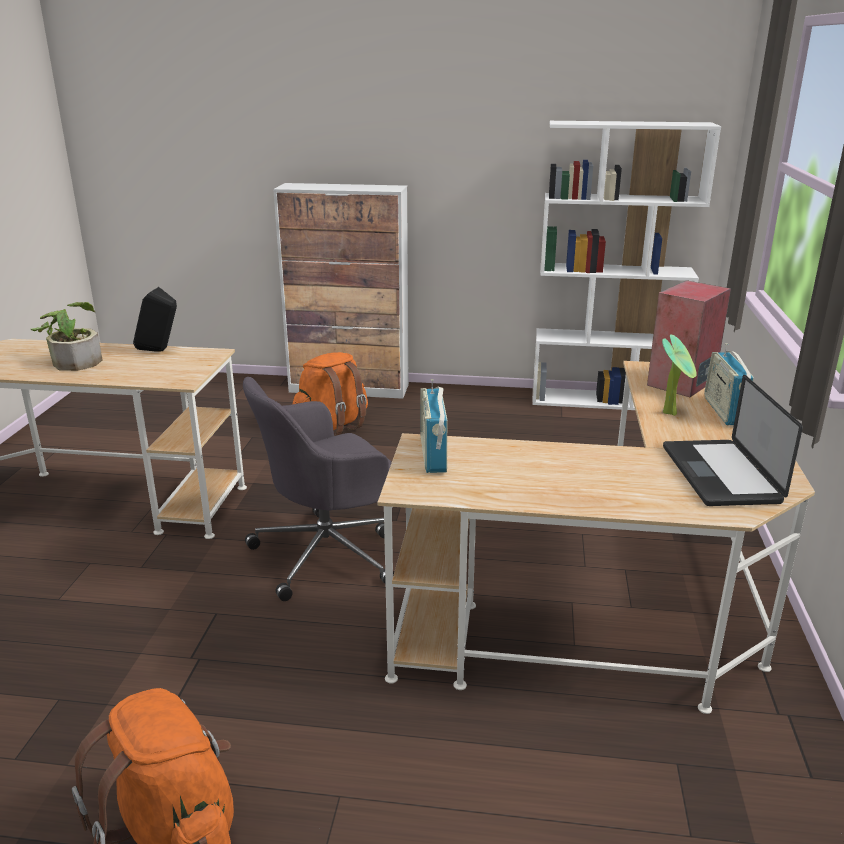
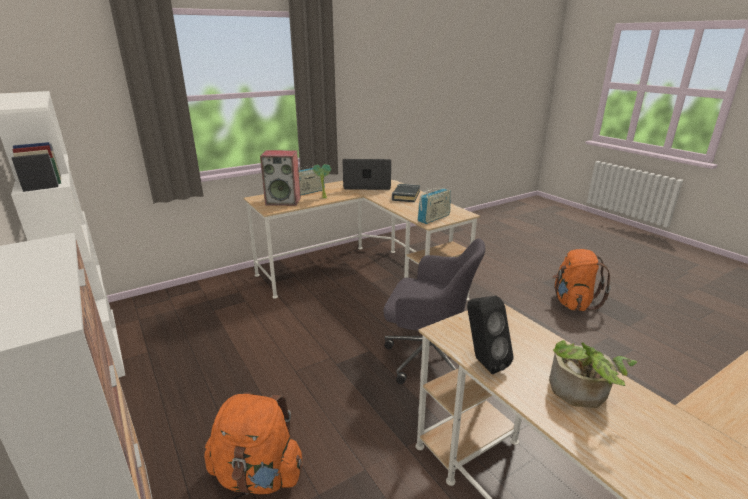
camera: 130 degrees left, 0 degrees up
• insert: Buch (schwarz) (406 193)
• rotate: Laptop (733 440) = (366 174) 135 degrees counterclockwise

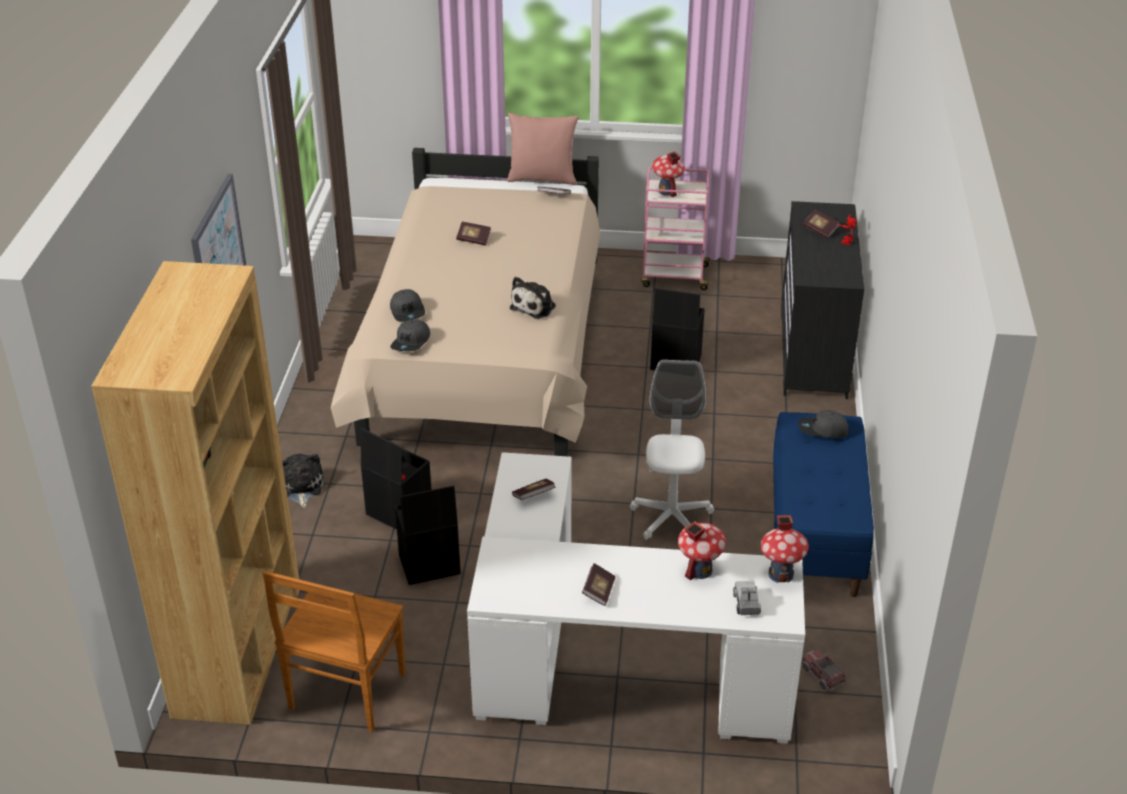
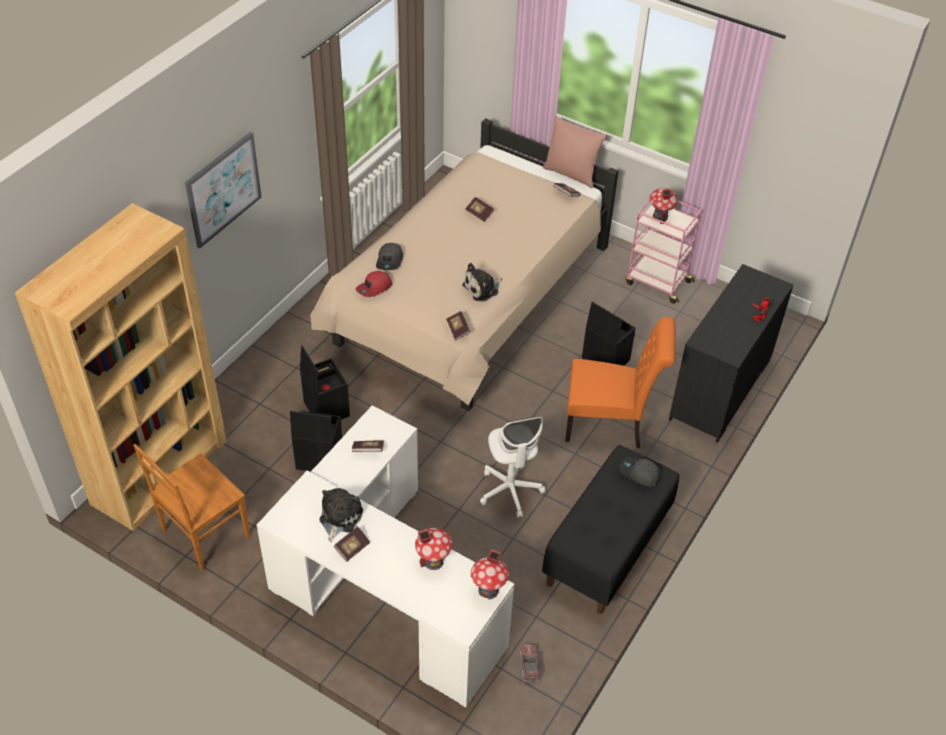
camera: 25 degrees right, 10 degrees up
• delete: Spielzeuglaster (747 598)
• insert: Stuhl (orange) (620 382)
• move: Plüschtier (302 481) to (341 515)
• move: Buch (821 224) to (458 325)
• recolor: Kappe (grau) (410 335) to Kappe (rot) (374 284)
• recolor: Bank (blau) (823 504) to Bank (schwarz) (610 529)
• rotate: Bürostuhl (weiß) (672 450) = (512 467) 135 degrees clockwise

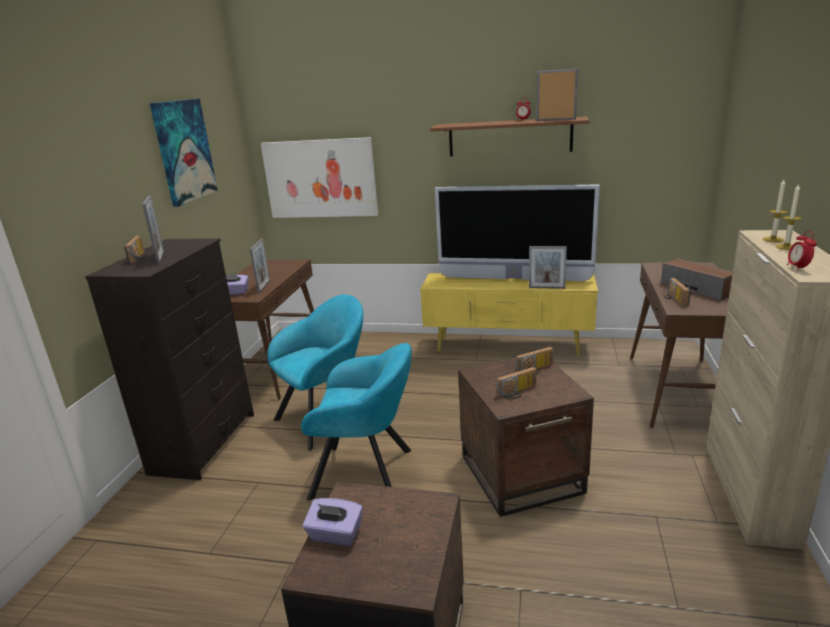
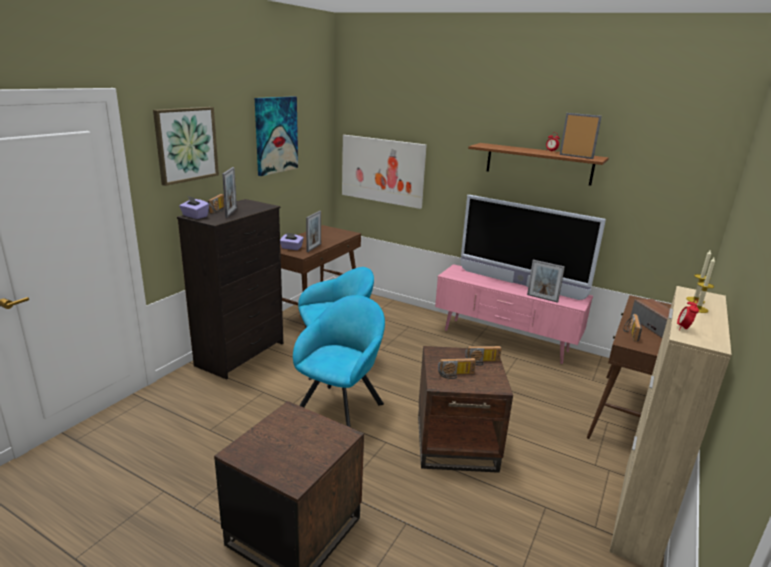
camera: 15 degrees right, 0 degrees up
• insert: Bild (186 146)
• move: Taschentuchbox (lila) (333 522) to (194 207)
• recolor: Fernsehschrank (gelb) (509 314) to Fernsehschrank (rosa) (514 314)
• rotate: Sessel (türkis) (356 421) = (339 361) 90 degrees counterclockwise

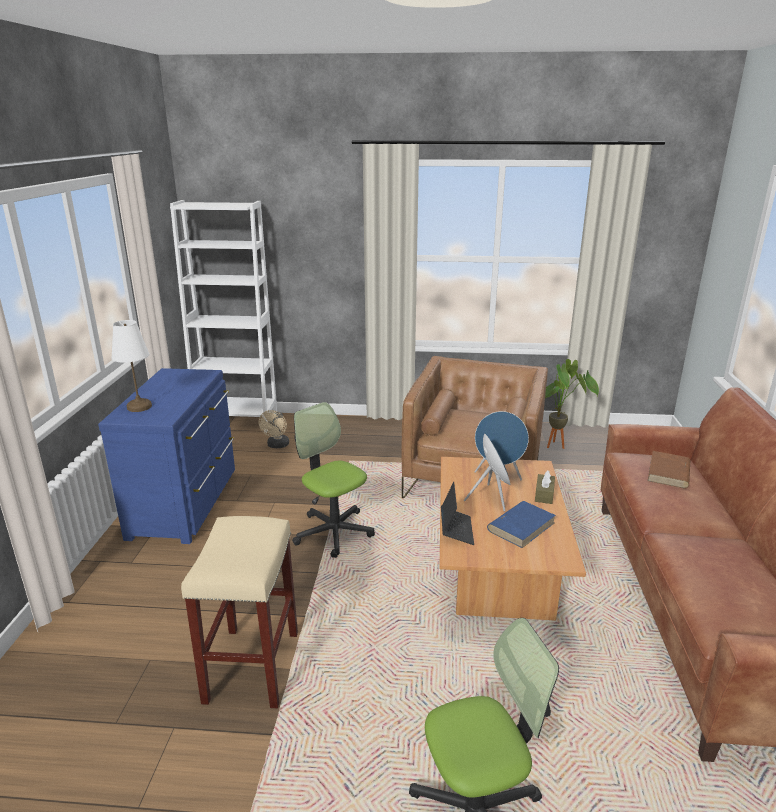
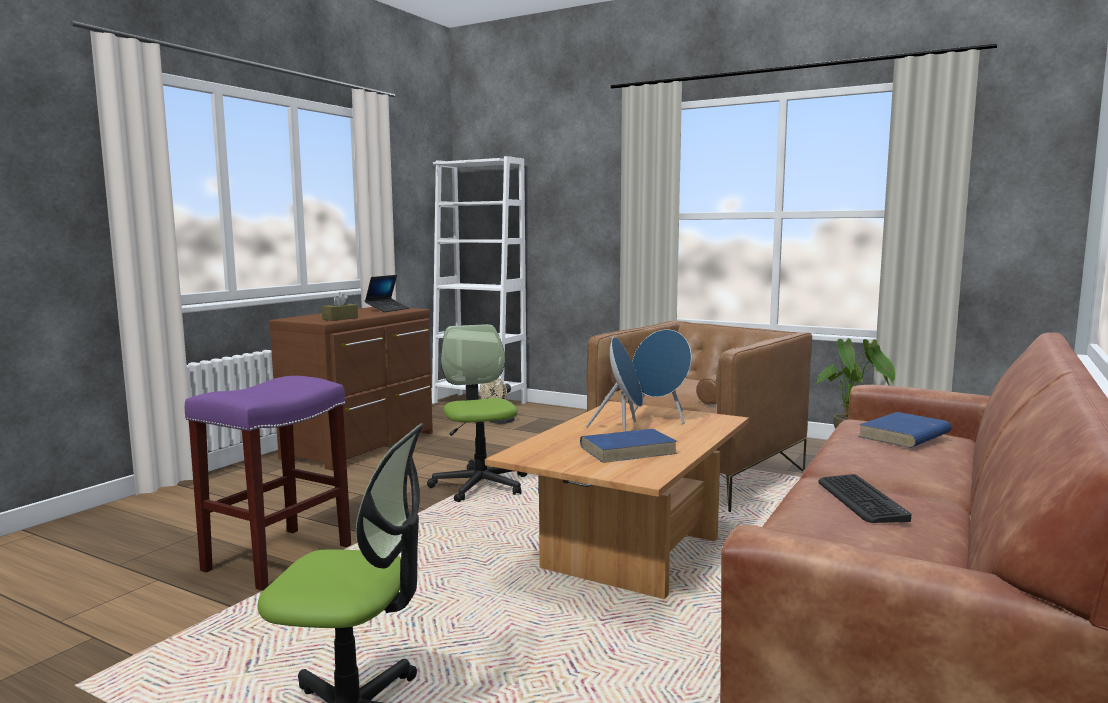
camera: 25 degrees right, 15 degrees down
• delete: Tischlampe (weiß) (131 366)
• insert: Tastatur (864 498)
• move: Laptop (457 513) to (387 293)
• move: Taschentuchbox (braun) (545 487) to (340 306)
• recolor: Kommode (blau) (166 456) to Kommode (braun) (351 388)
• recolor: Hocker (beige) (239 612) to Hocker (lila) (268 483)
• recolor: Buch (braun) (669 470) to Buch (blau) (905 430)

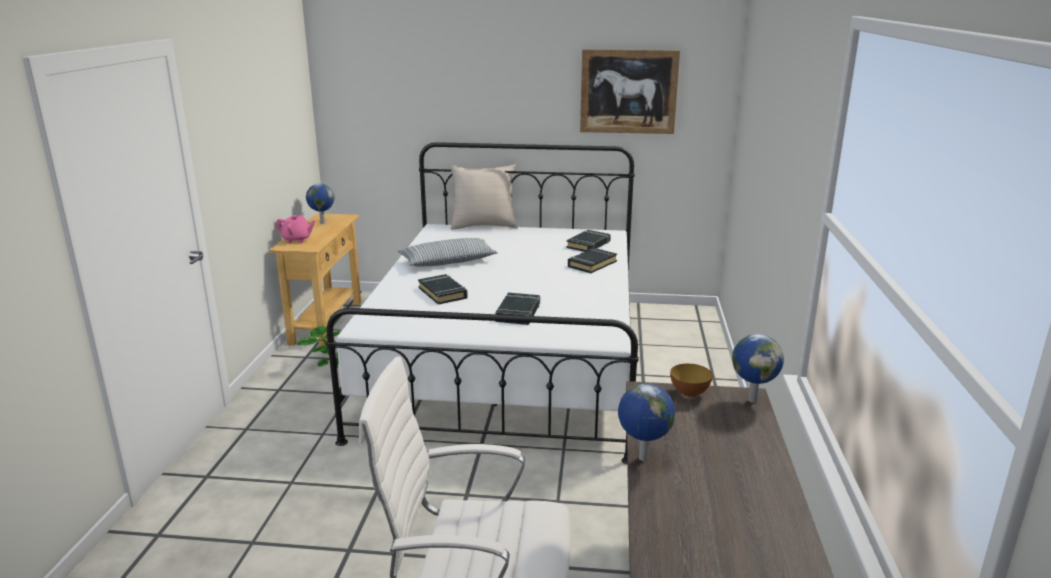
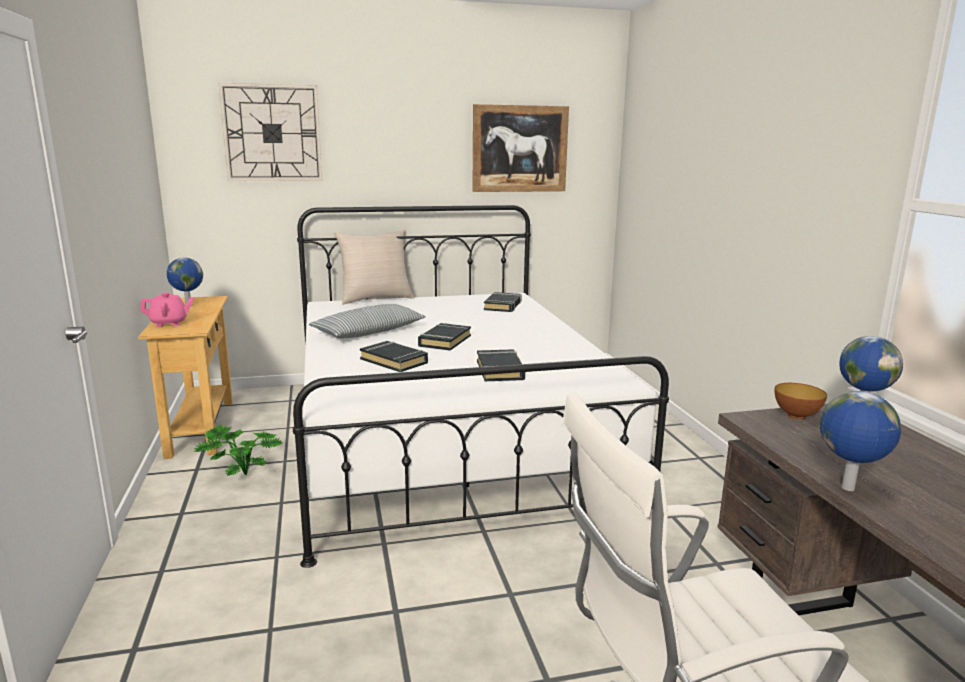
camera: 20 degrees left, 5 degrees down
• insert: Wanduhr (270 132)
• move: Buch (schwarz) (592 260) to (444 336)

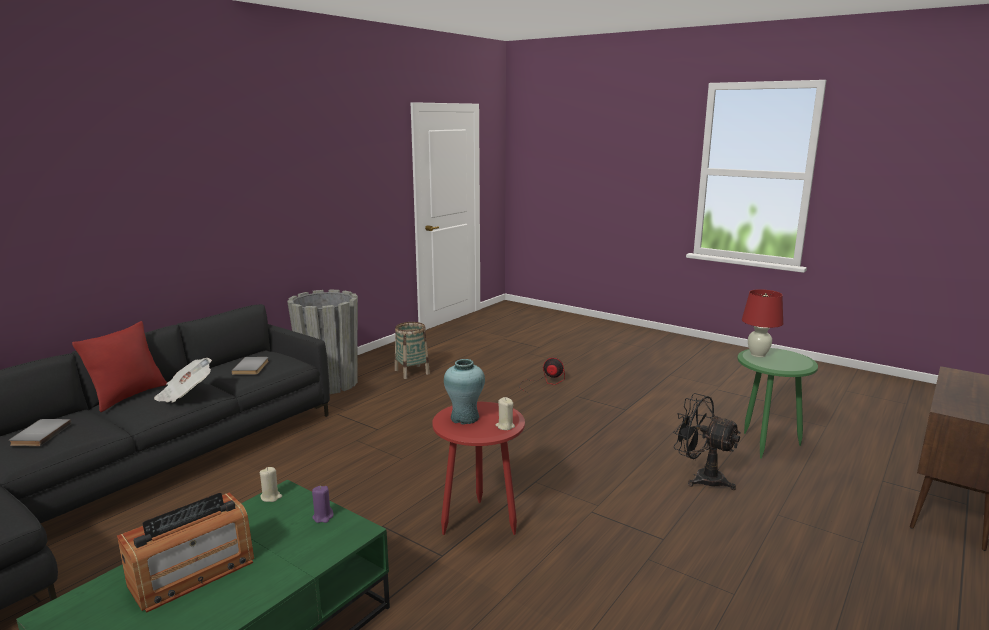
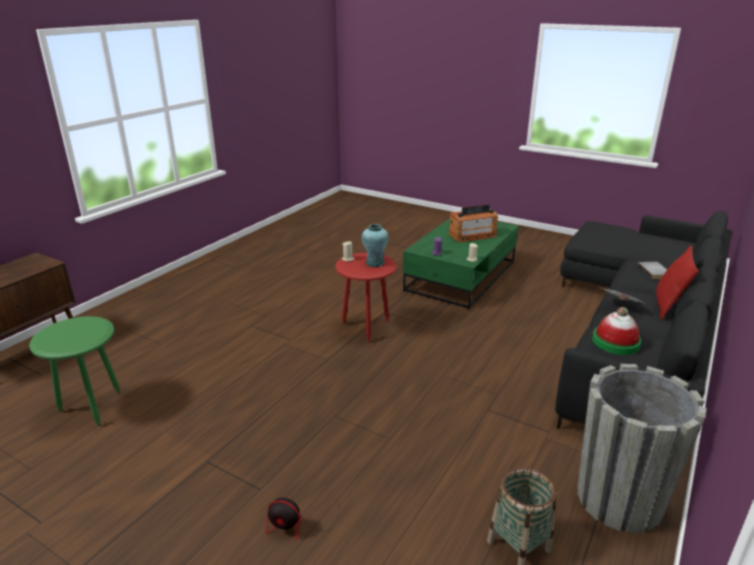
camera: 175 degrees right, 10 degrees up
• delete: Ventilator (schwarz) (707 441)
• delete: Tischlampe (rot) (762 323)
• replace: Buch (grau) (250 366) to Hut (616 331)
• rotate: Radio (185 552) = (473 224) 150 degrees counterclockwise

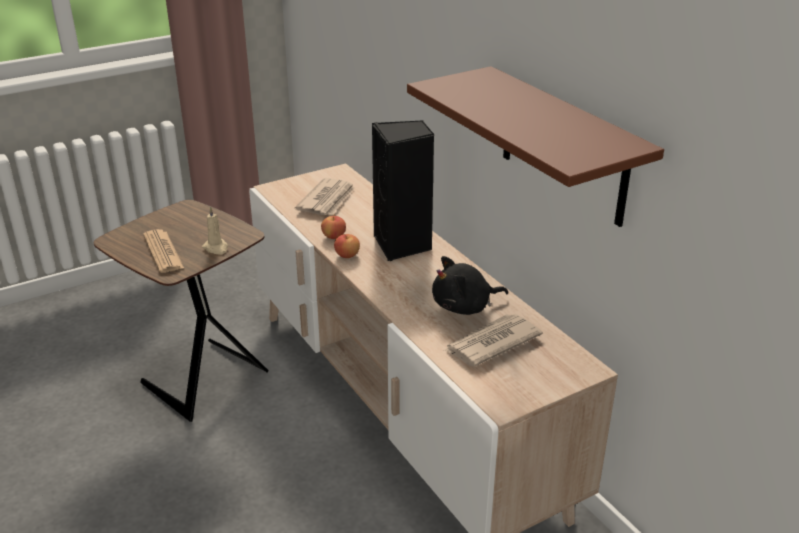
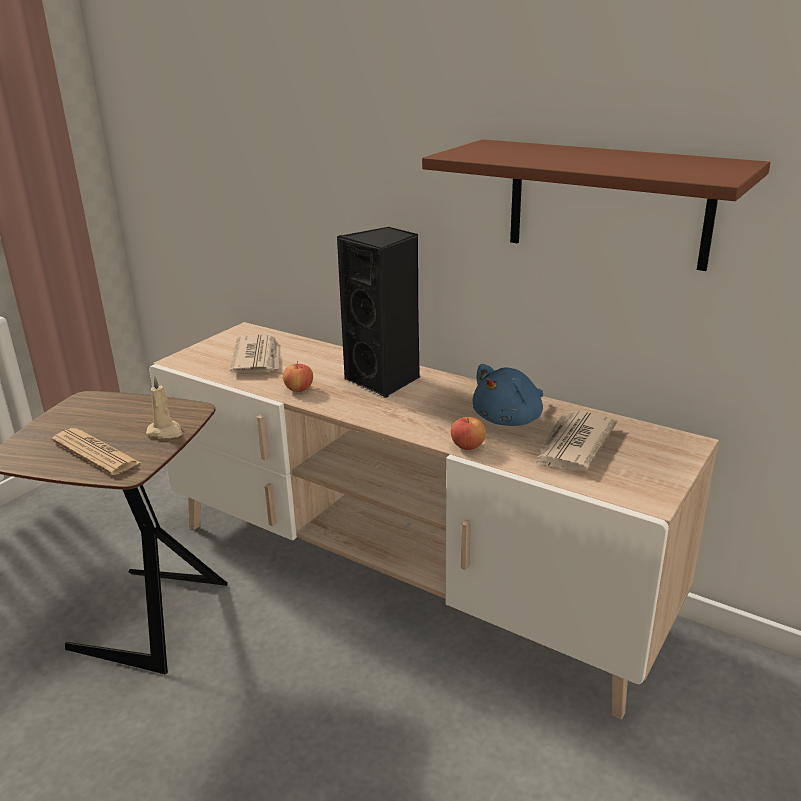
camera: 25 degrees left, 5 degrees down
• move: Apfel (347 246) to (468 433)
• recolor: Plüschtier (schwarz) (470 285) to Plüschtier (blau) (508 395)

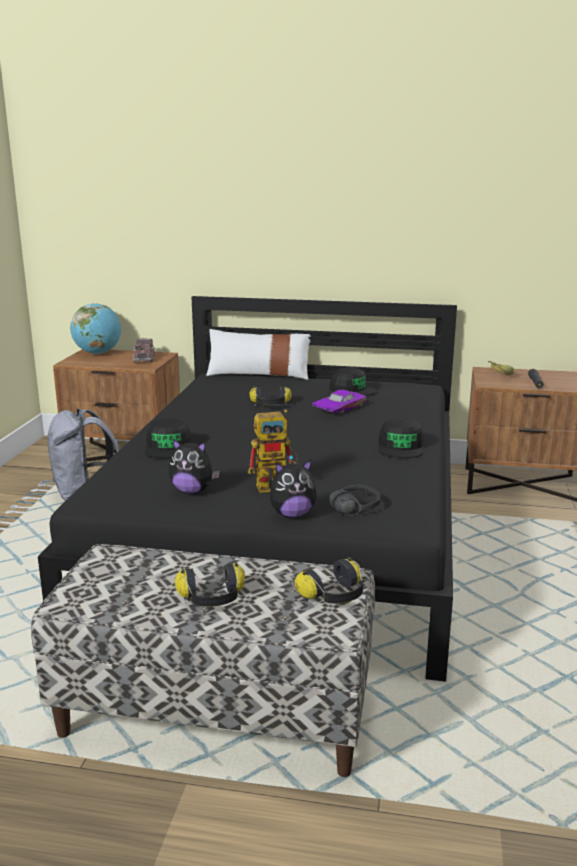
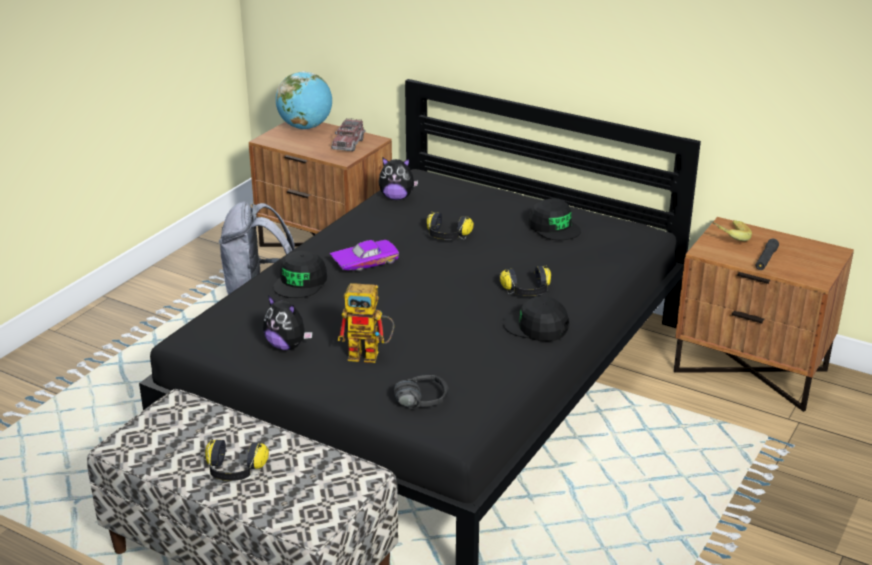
camera: 20 degrees right, 10 degrees up
• delete: Kissen (weiß) (258 354)
• move: Plüschtier (293 489) to (398 178)
• move: Kopfhörer (329 581) to (525 280)
• move: Spielzeugauto (lila) (339 402) to (364 255)
• rotate: Kappe (schwarz) (401 438) = (536 319) 90 degrees clockwise

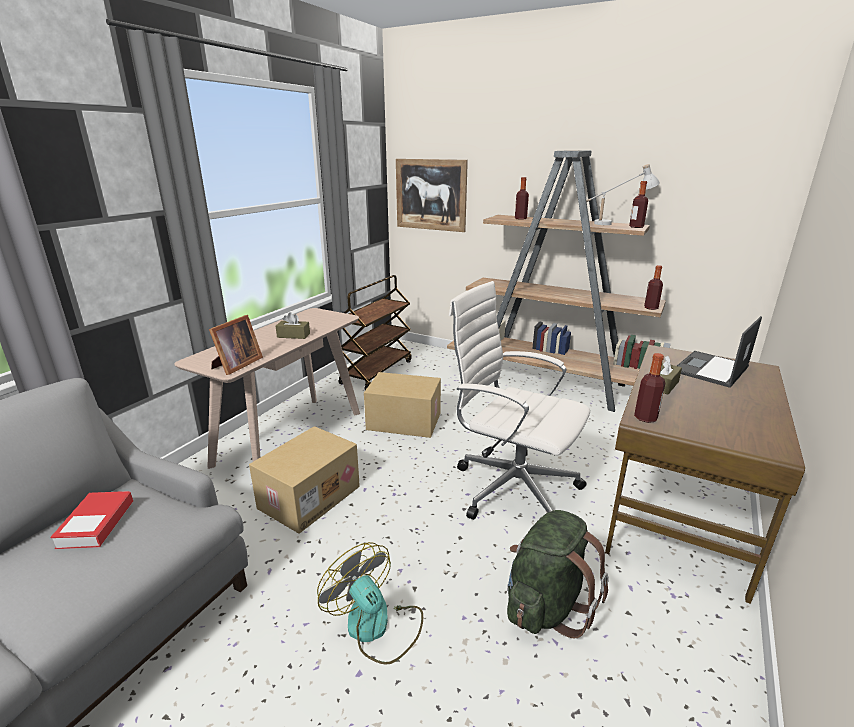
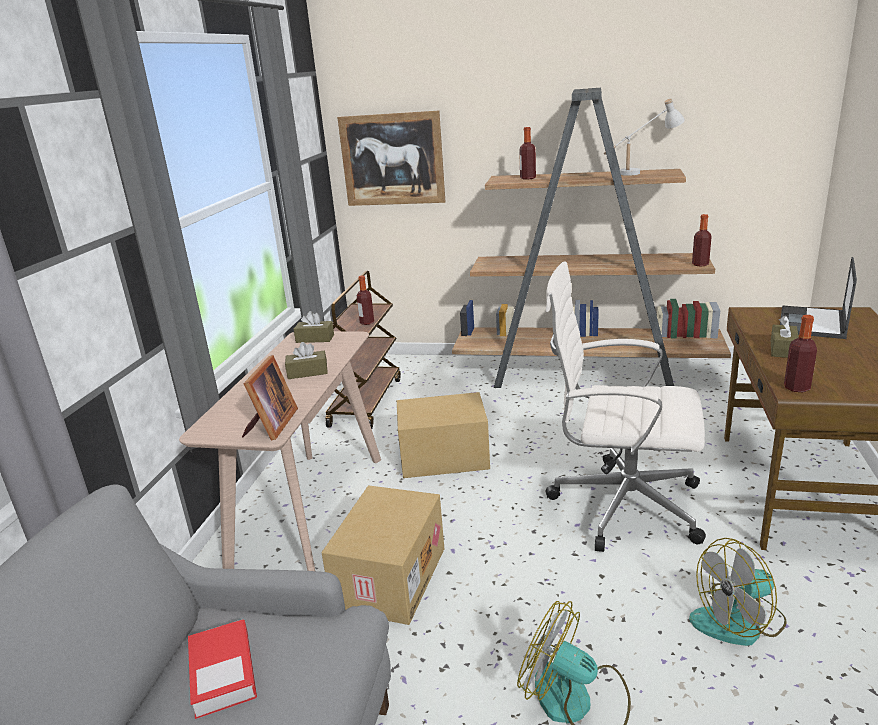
camera: 15 degrees left, 0 degrees up
• insert: Taschentuchbox (braun) (314 327)
• move: Flasche (638 204) to (365 300)
• replace: Rucksack (grün) (558 574) to Ventilator (738 592)

